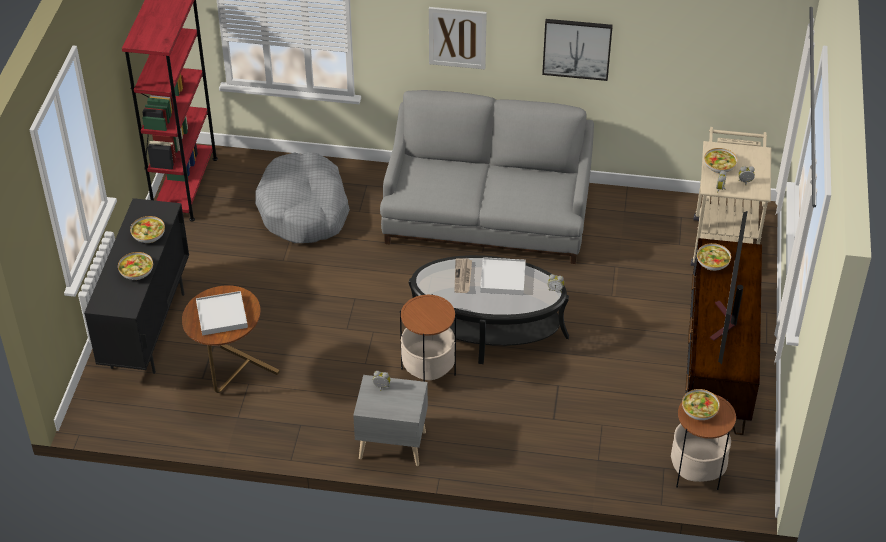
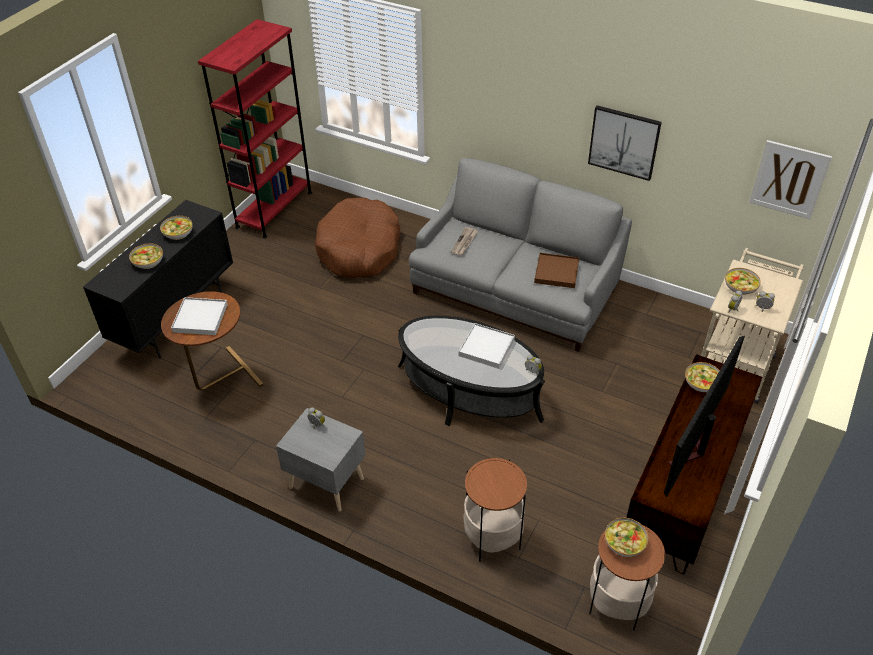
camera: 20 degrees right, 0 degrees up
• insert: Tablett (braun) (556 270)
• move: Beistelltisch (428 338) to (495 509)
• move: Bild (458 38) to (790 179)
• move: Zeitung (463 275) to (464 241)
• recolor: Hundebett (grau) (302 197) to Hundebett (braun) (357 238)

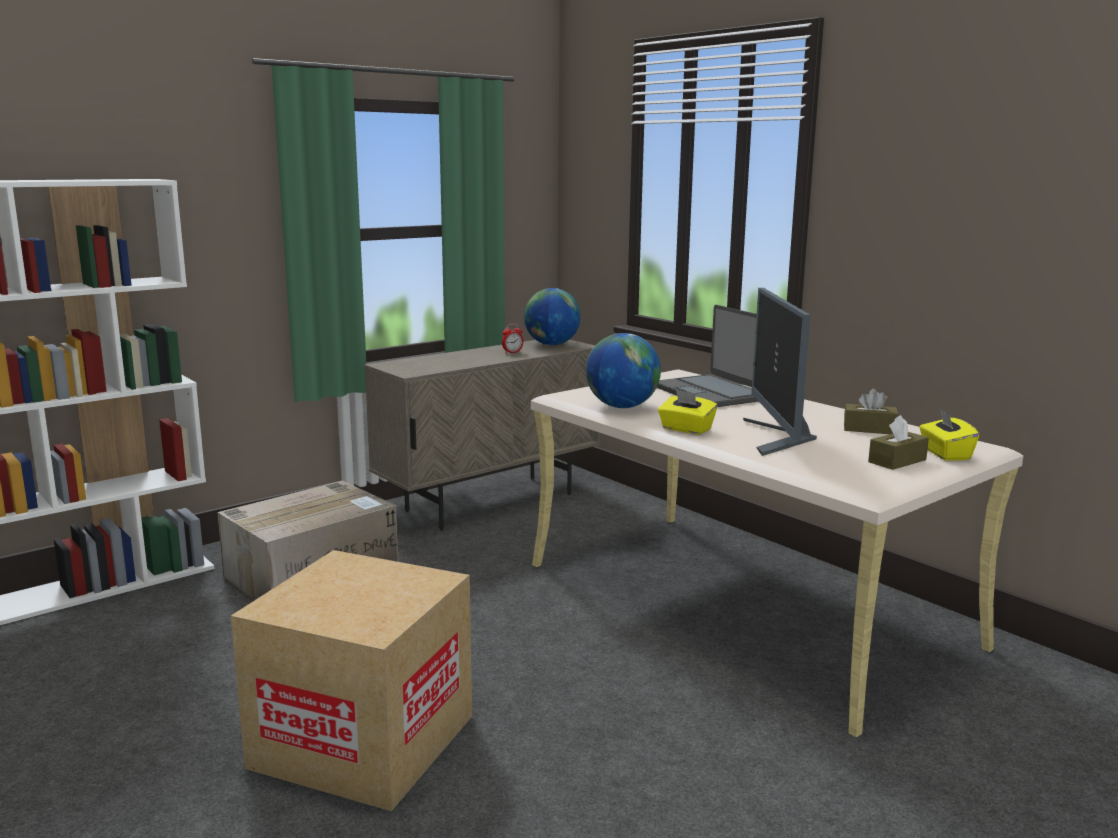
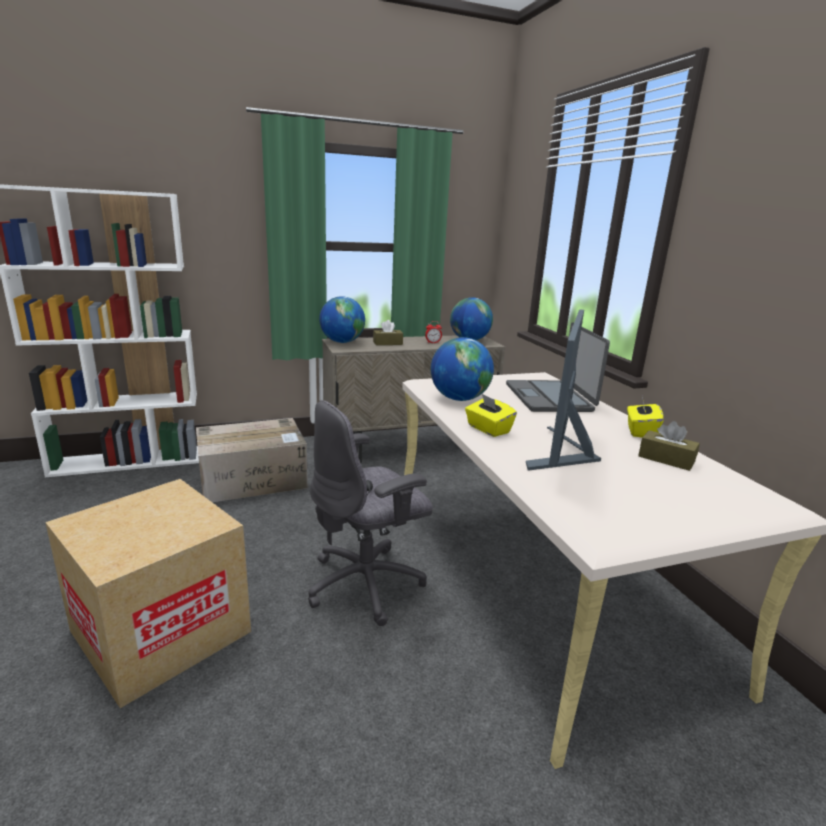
camera: 20 degrees right, 5 degrees up
• insert: Bürostuhl (grau) (370 513)
• insert: Globus (342 319)
• move: Taschentuchbox (braun) (898 442) to (388 332)
• move: Taschentuchbox (gelb) (949 434) to (645 417)

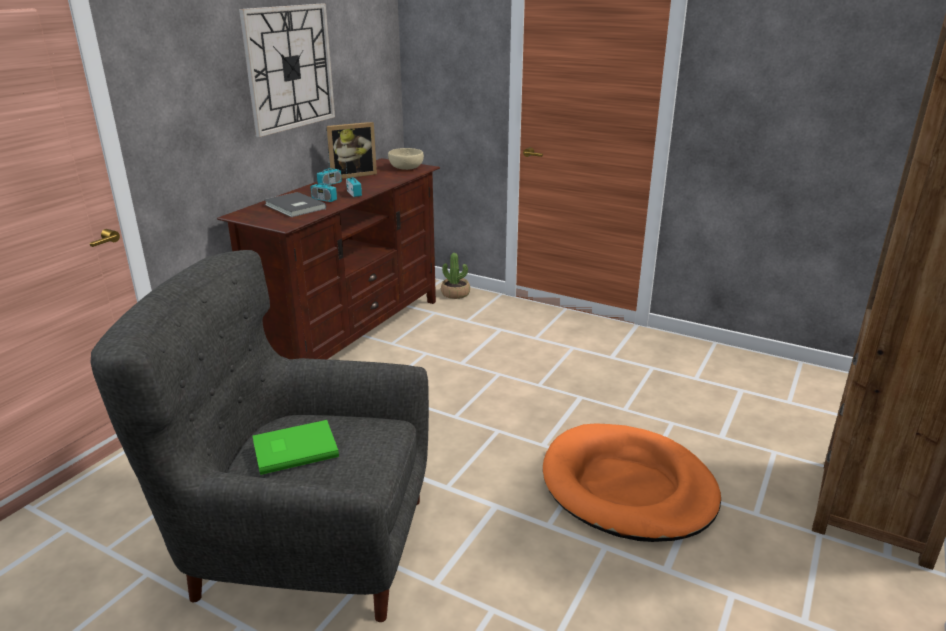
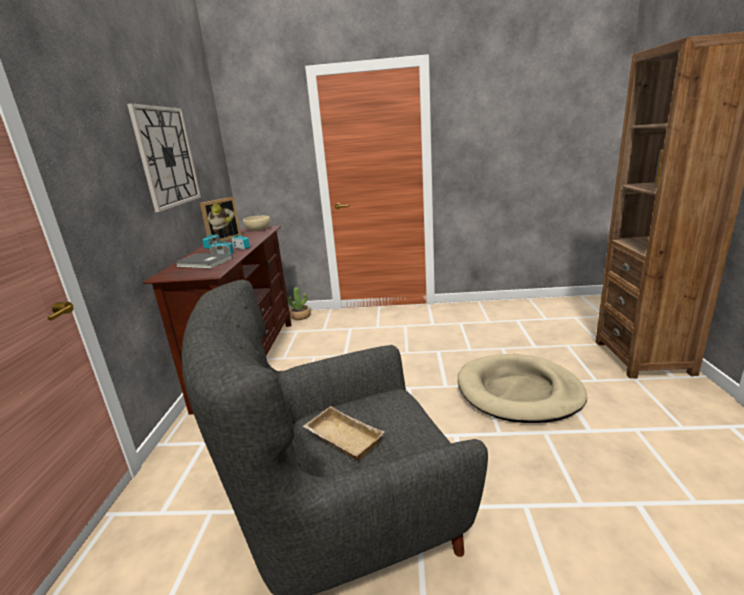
camera: 25 degrees left, 5 degrees down
• replace: Buch (grün) (296 447) to Tablett (beige) (343 433)
• recolor: Hundebett (orange) (632 483) to Hundebett (beige) (522 388)

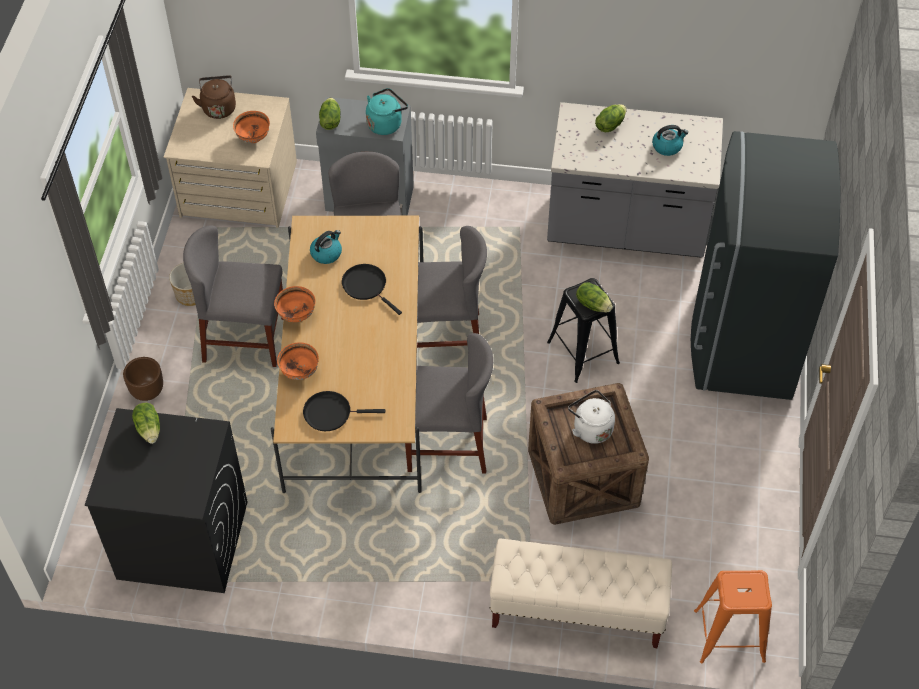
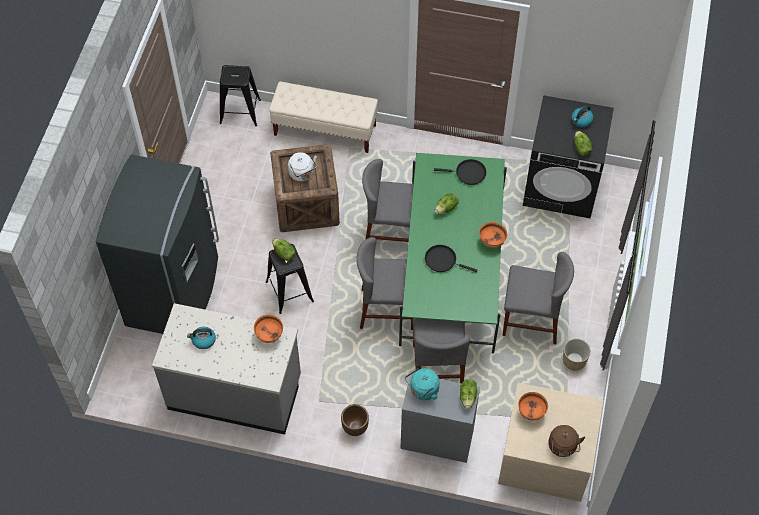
camera: 175 degrees left, 5 degrees up
• move: Pflanzkübel (braun) (143 379) to (355 420)
• move: Schüssel (orange) (298 361) to (268 329)
• move: Wasserkessel (326 247) to (582 116)
• move: Salatkopf (610 118) to (446 204)
• recolor: Esstisch (beige) (347 354) to Esstisch (grün) (453 253)
• recolor: Hocker (orange) (733 616) to Hocker (schwarz) (240 95)
• rotate: Pfanne (schwarz) (372 289) = (451 258) 150 degrees clockwise

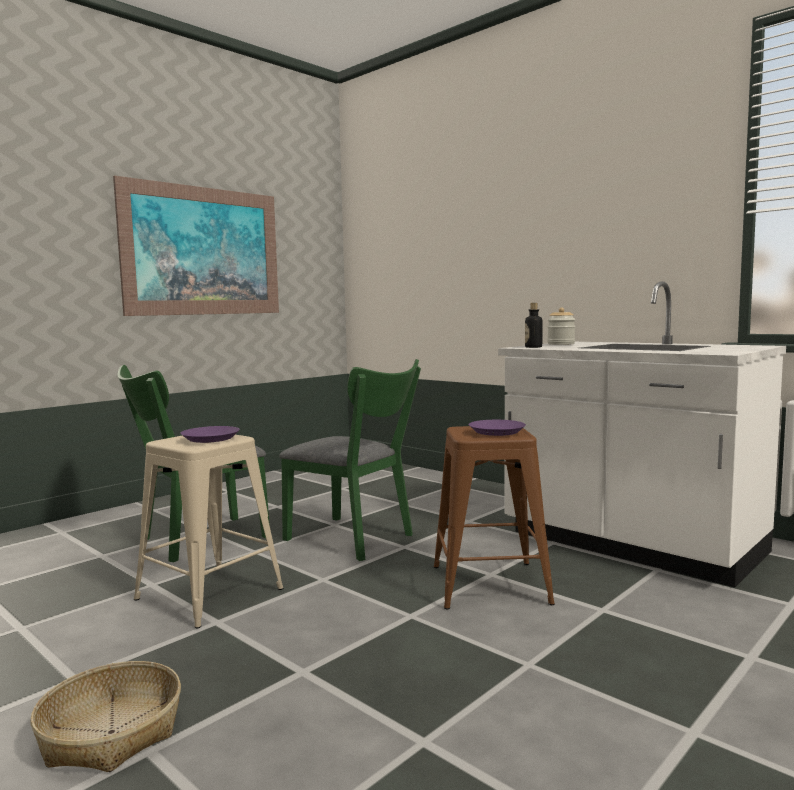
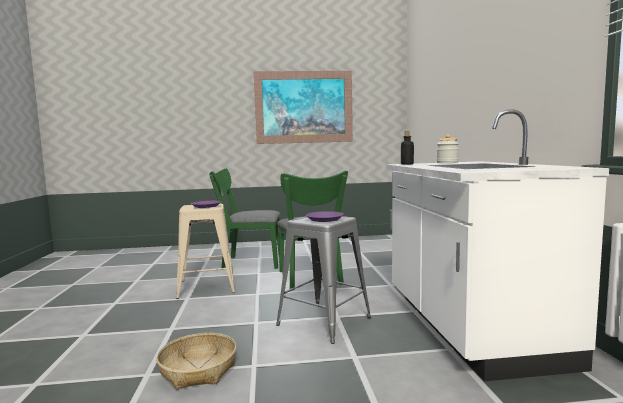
camera: 40 degrees right, 0 degrees up
• move: Korb (105 716) to (196 361)
• recolor: Hocker (braun) (494 517) to Hocker (grau) (323 280)

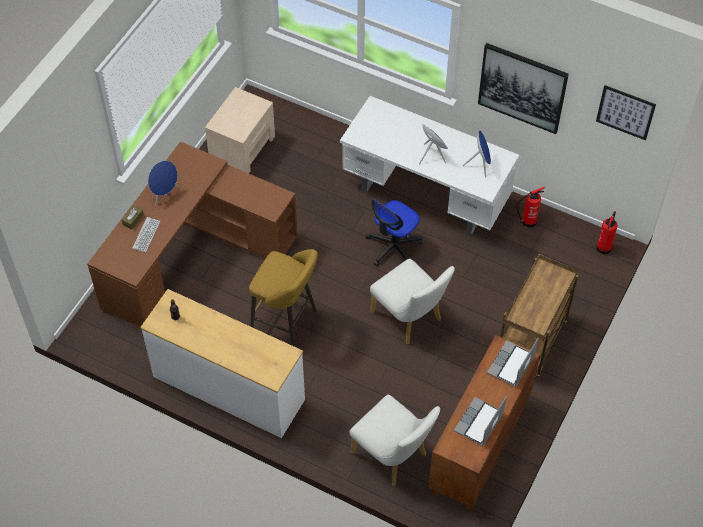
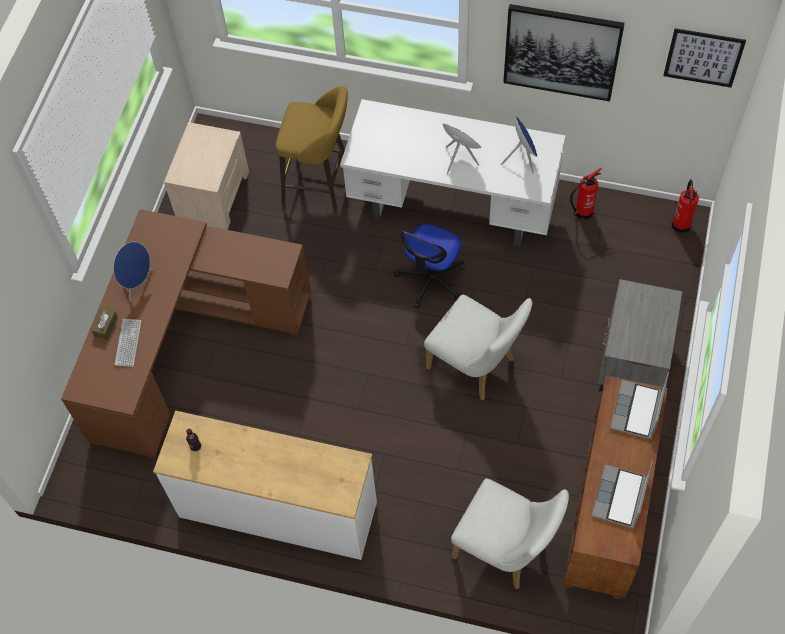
camera: 10 degrees left, 5 degrees up
• move: Hocker (gelb) (283 298) to (312 149)
• replace: Rollwagen (braun) (539 315) to Nachttisch (grau) (640 335)

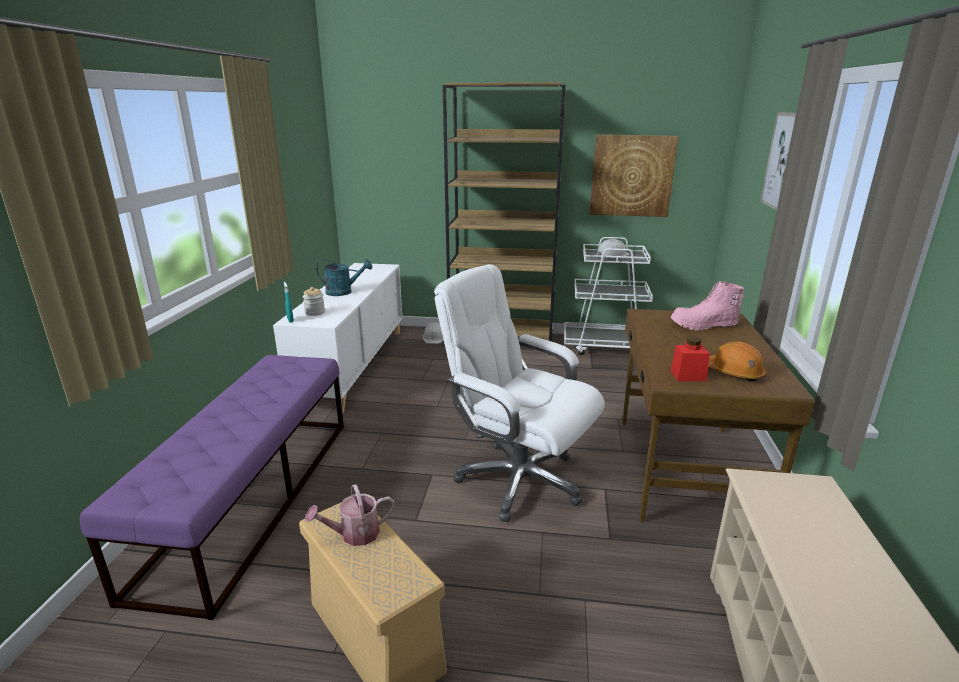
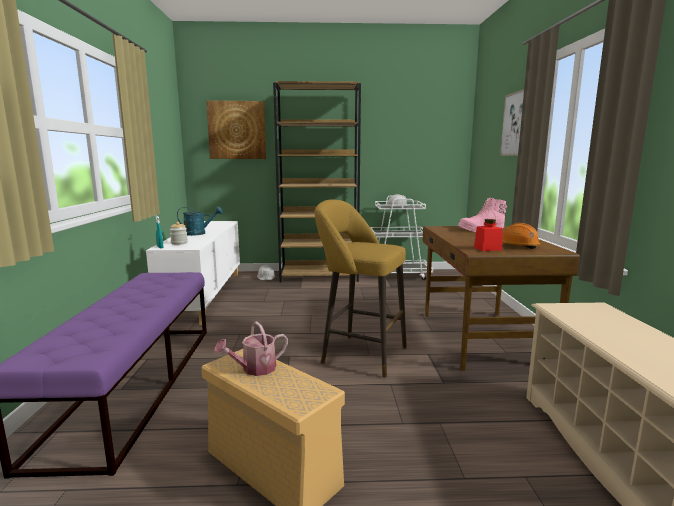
camera: 10 degrees left, 10 degrees down
• move: Bild (634 176) to (236 129)
• replace: Bürostuhl (weiß) (519 393) to Hocker (gelb) (361 288)

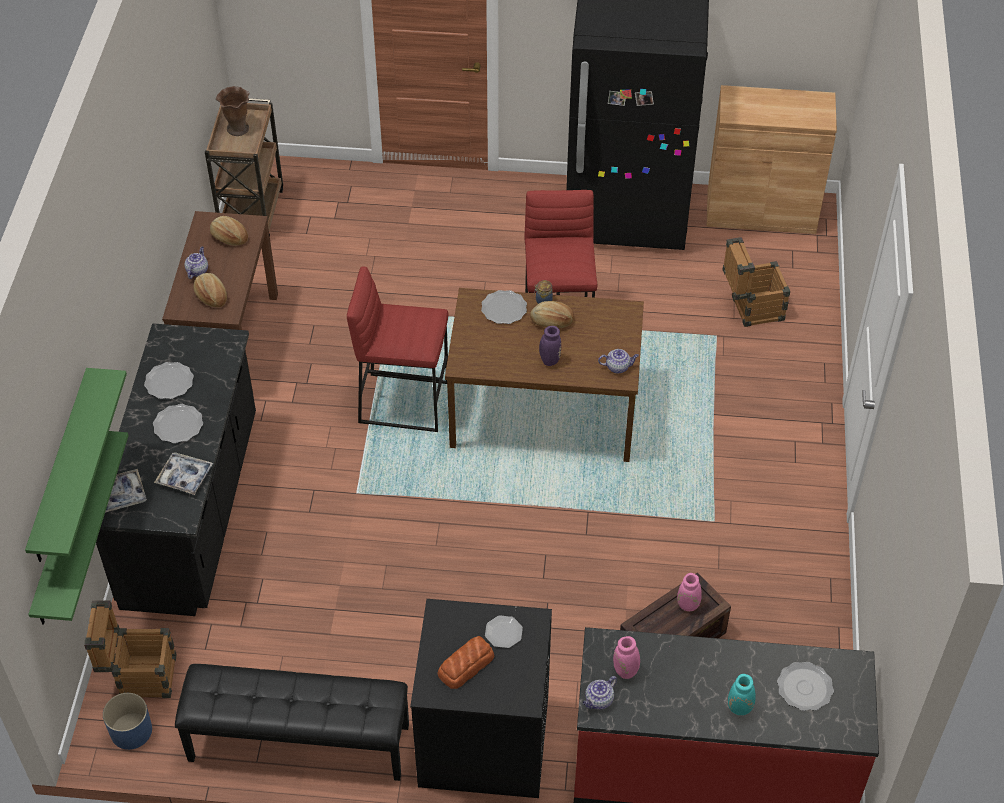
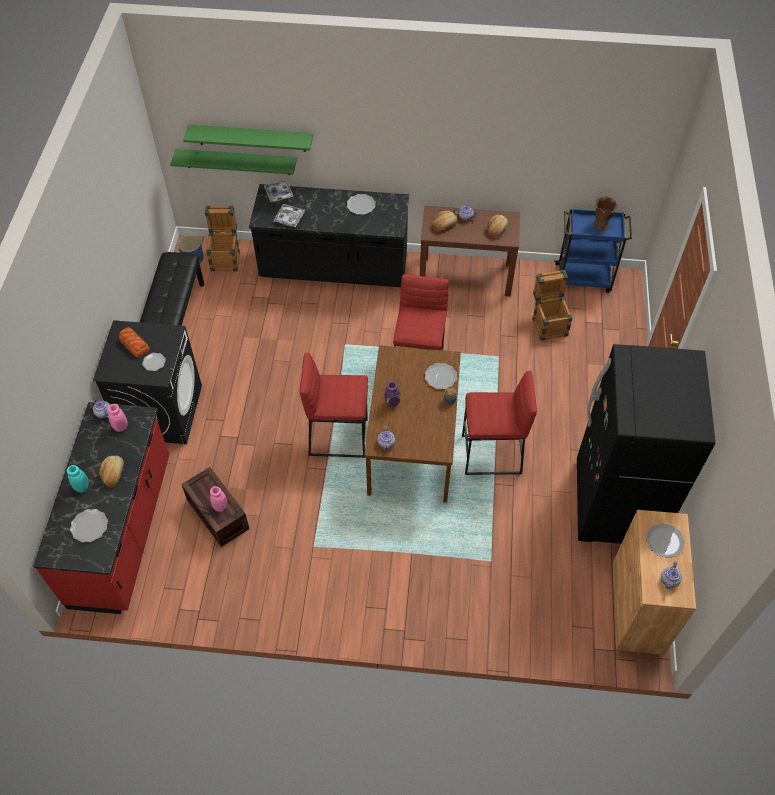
camera: 90 degrees right, 5 degrees up
• insert: Hocker (rot) (334 405)
• insert: Teekanne (671 575)
• move: Teller (178 423) to (665 540)
• move: Brot (552 314) to (111 471)
• move: Kiste (756 282) to (552 305)
• recolor: Rollwagen (braun) (244 167) to Rollwagen (blau) (593 250)

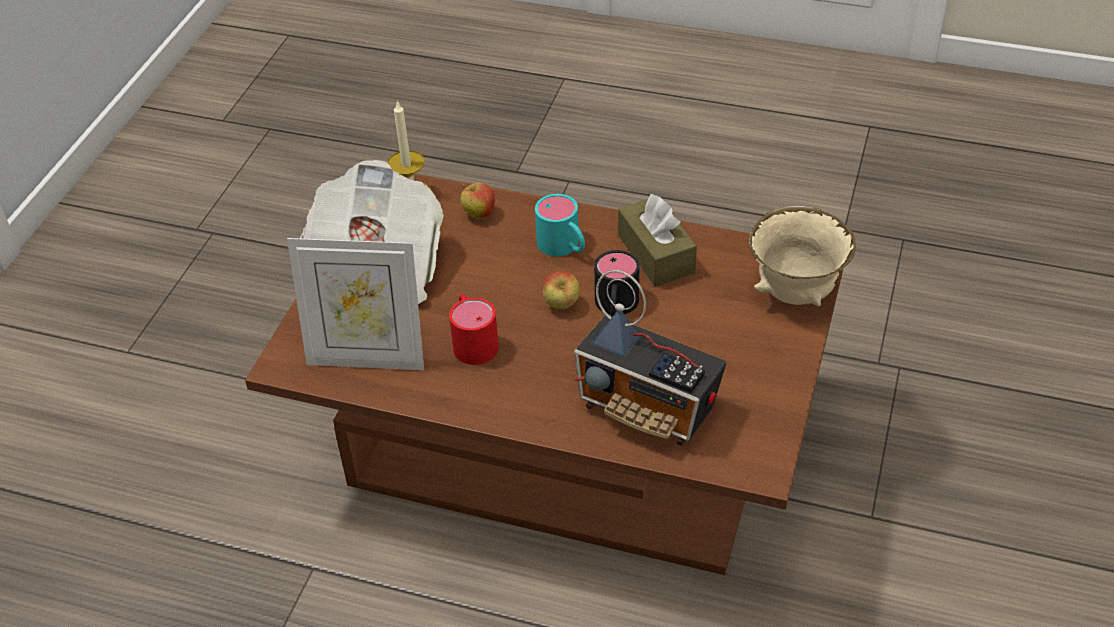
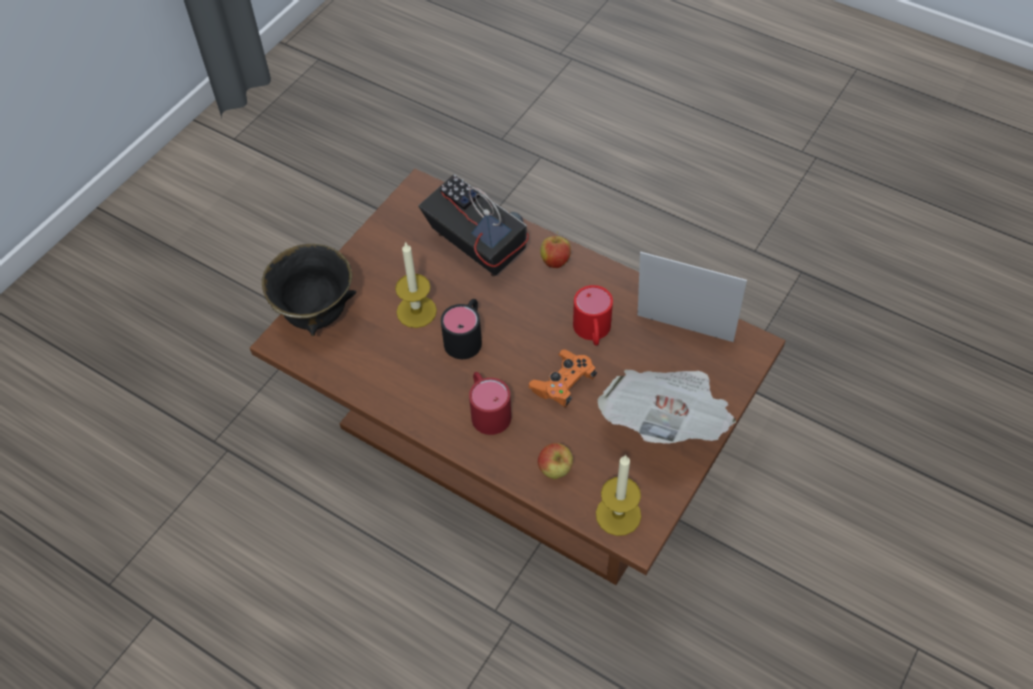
camera: 165 degrees left, 10 degrees up
• delete: Taschentuchbox (braun) (657 240)
• insert: Kerze (416 284)
• insert: Gamepad (orange) (563 379)
• move: Apfel (561 290) to (555 250)
• recolor: Henkelbecher (türkis) (560 225) to Henkelbecher (rot) (490 403)
• recolor: Schüssel (beige) (802 256) to Schüssel (schwarz) (309 290)

